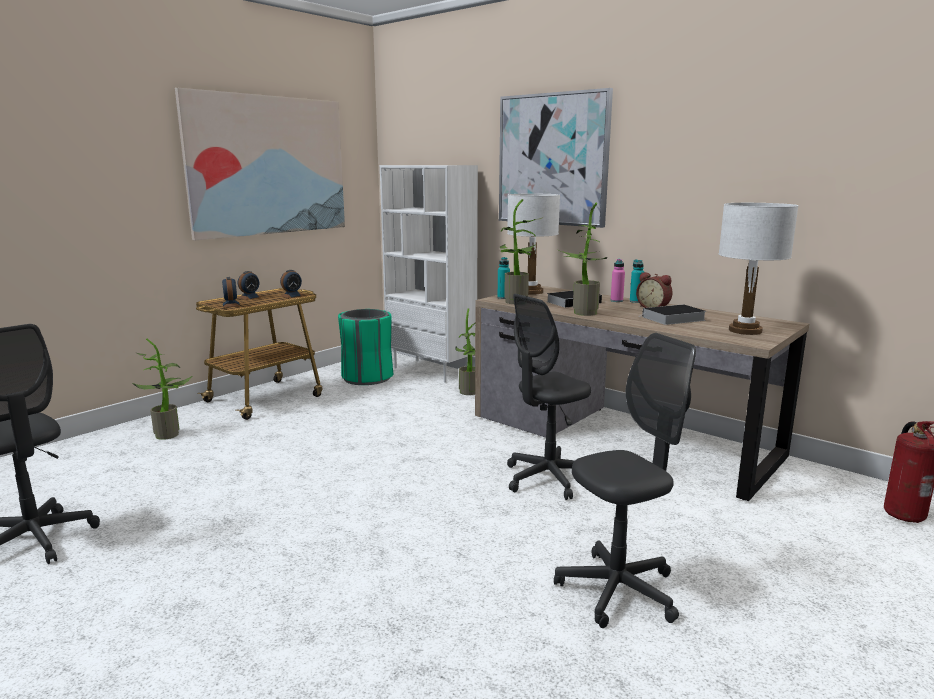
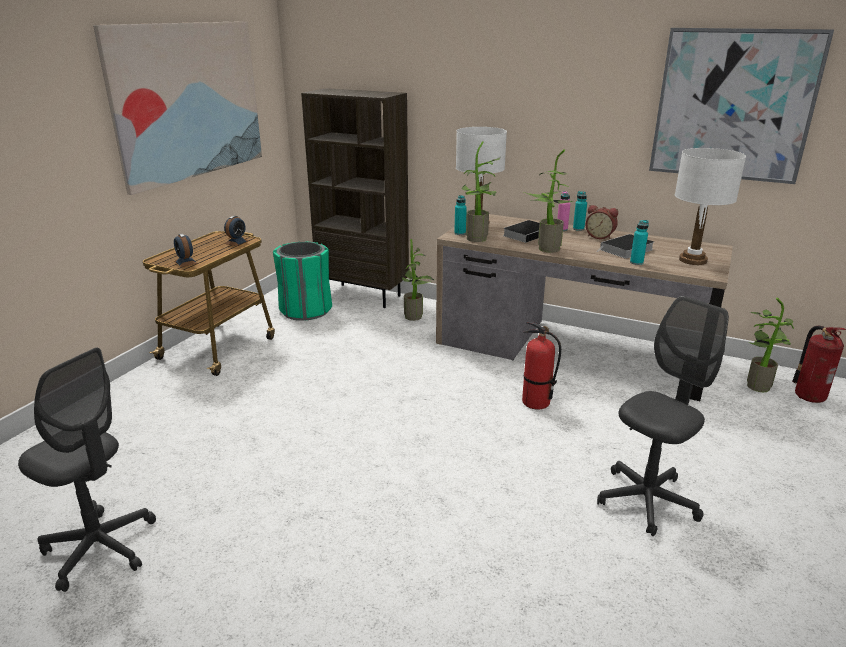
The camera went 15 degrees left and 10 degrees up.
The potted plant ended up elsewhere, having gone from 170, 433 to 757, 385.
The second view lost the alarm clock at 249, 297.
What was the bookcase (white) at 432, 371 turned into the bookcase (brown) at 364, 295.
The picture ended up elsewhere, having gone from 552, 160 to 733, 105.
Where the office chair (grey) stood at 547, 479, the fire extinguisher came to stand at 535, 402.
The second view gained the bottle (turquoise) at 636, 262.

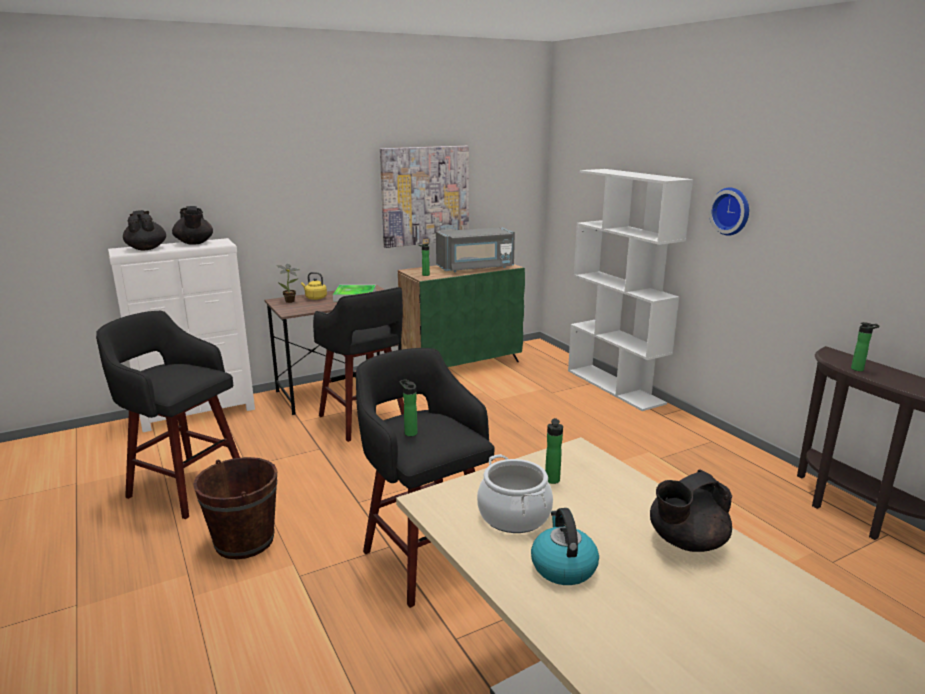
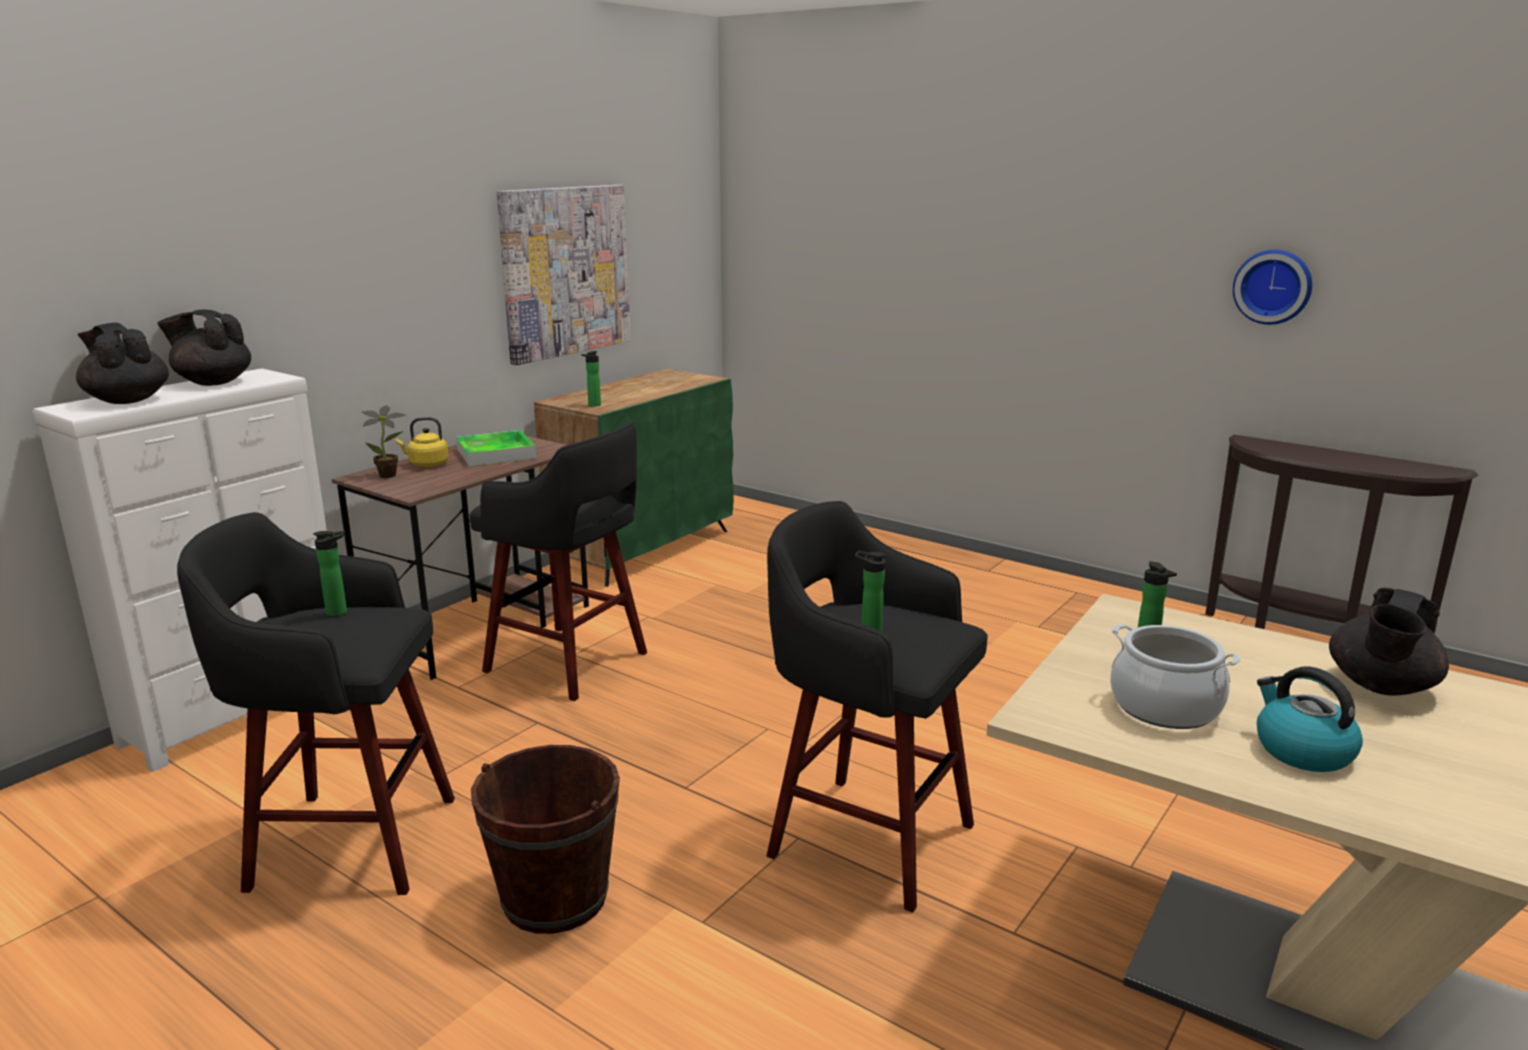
The camera went 25 degrees left and 0 degrees up.
The teapot (black) at 194, 243 ended up facing another way, 150 degrees clockwise from before.
The second view lost the microwave (grey) at 475, 268.
The second view lost the bookcase (white) at 615, 386.
The wall clock ended up elsewhere, having gone from 732, 211 to 1273, 286.
The bottle ended up elsewhere, having gone from 859, 369 to 340, 612.

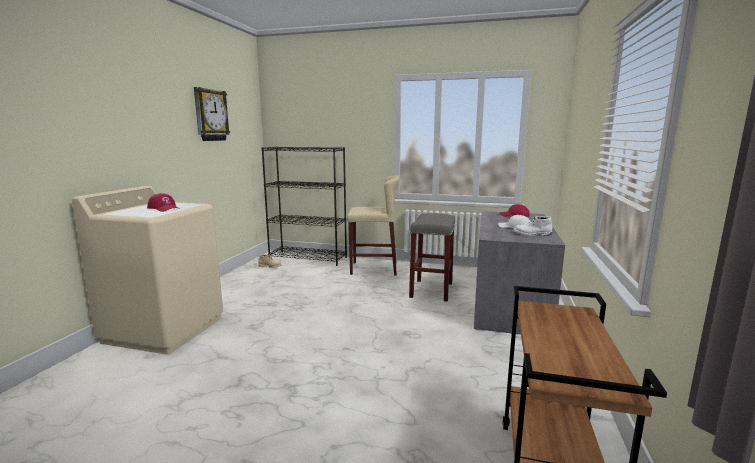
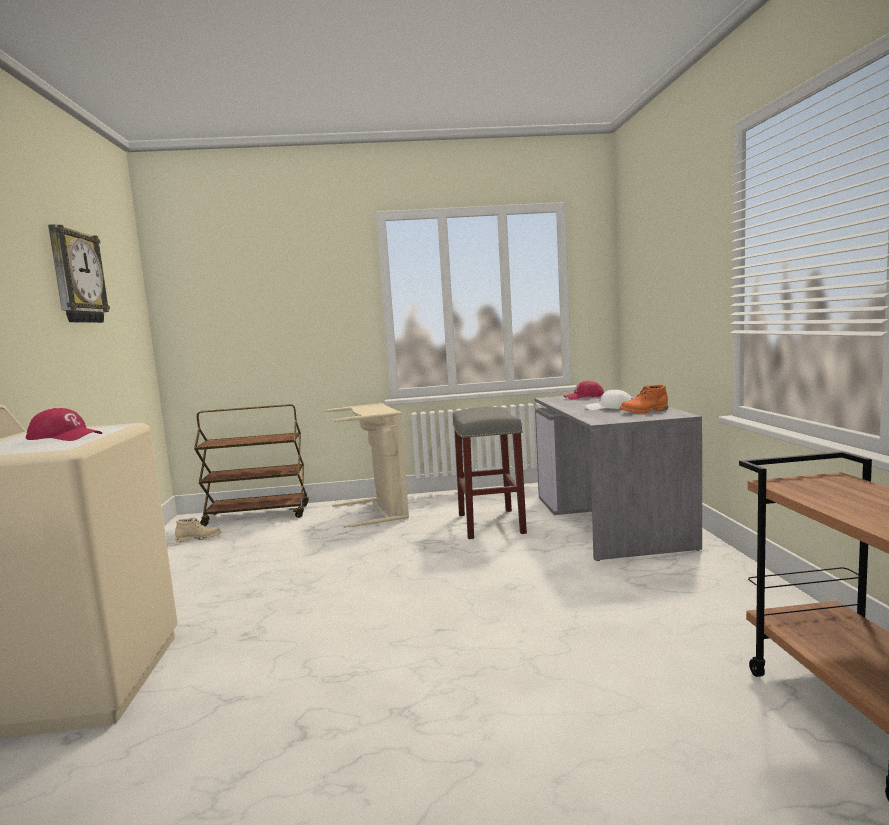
The camera went 20 degrees left and 5 degrees down.
Where the bookcase (black) stood at 308, 258, the cart (brown) came to stand at 258, 515.
Where the stool (beige) stood at 374, 268, the laundry basket (beige) came to stand at 379, 511.
What was the boot (white) at 532, 234 turned into the boot (orange) at 644, 411.

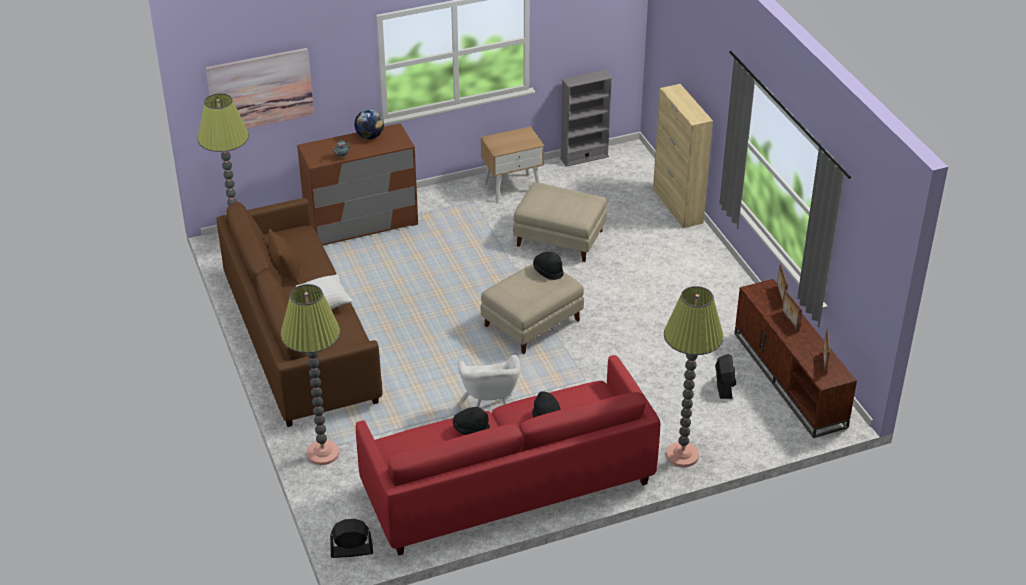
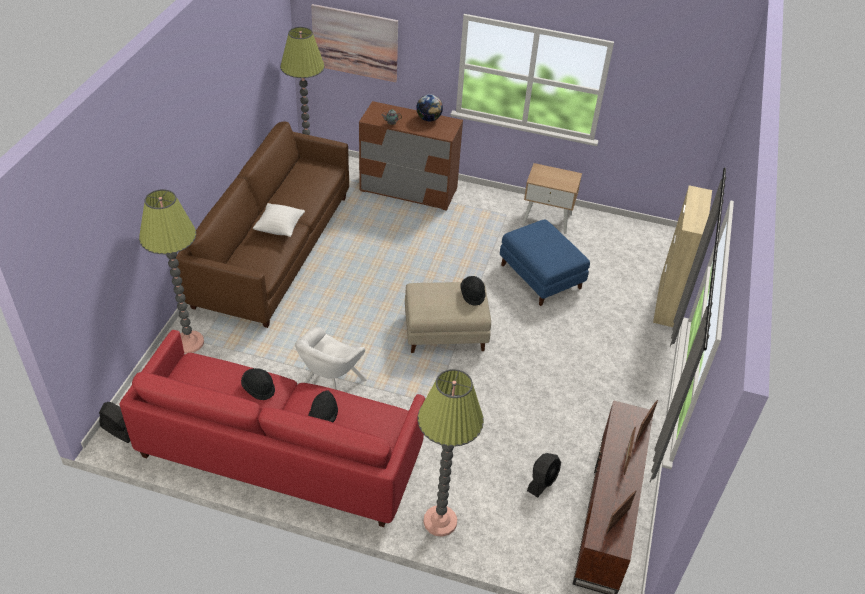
The camera went 35 degrees right and 5 degrees up.
The second view lost the pillow (brown) at 286, 272.
What was the ottoman (beige) at 558, 239 turned into the ottoman (blue) at 540, 276.
The second view lost the bookcase (grey) at 584, 157.

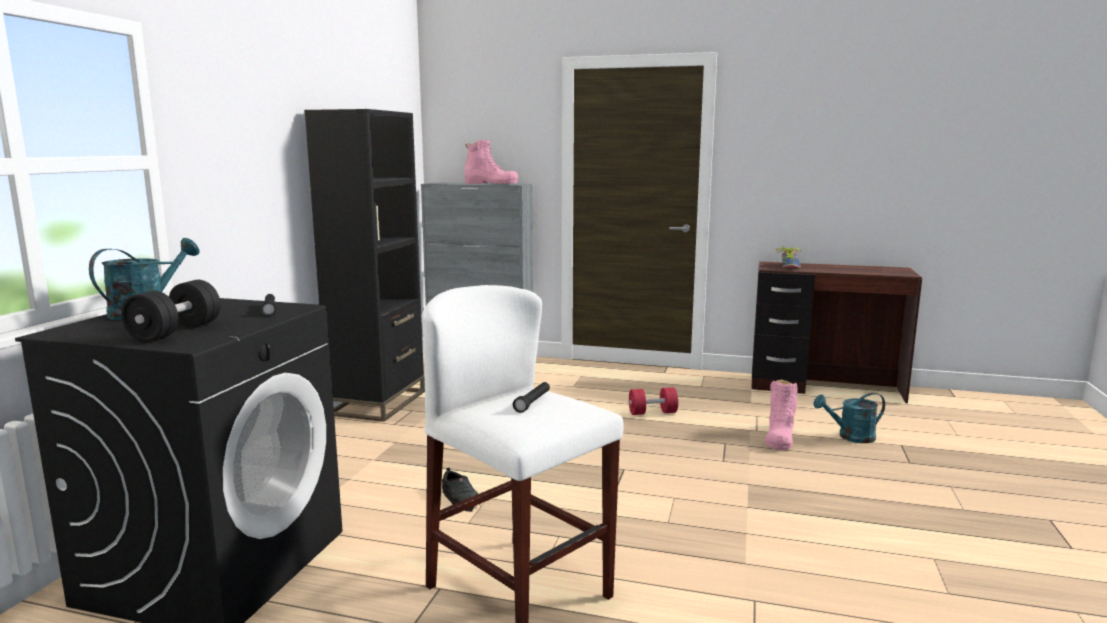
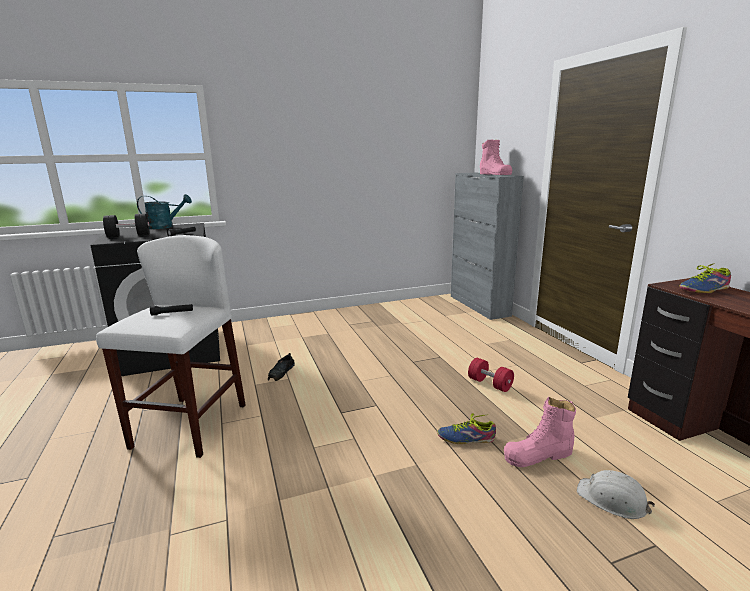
The camera went 55 degrees right and 5 degrees up.
The second view lost the bookcase (black) at 378, 403.
Where the watering can (turquoise) stood at 850, 437, the hard hat (white) came to stand at 612, 499.
The second view gained the shoe at 466, 438.

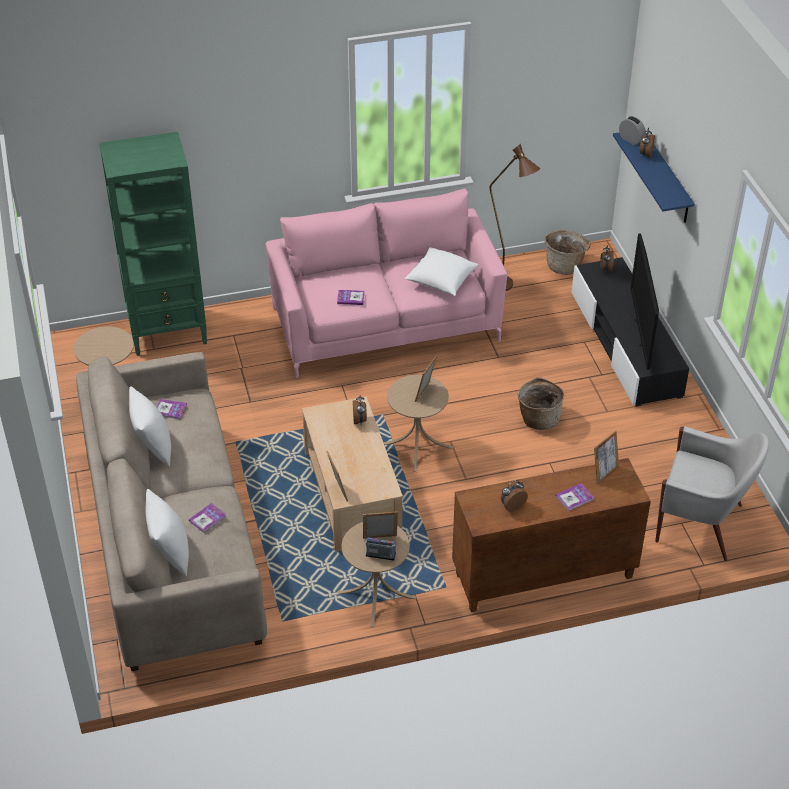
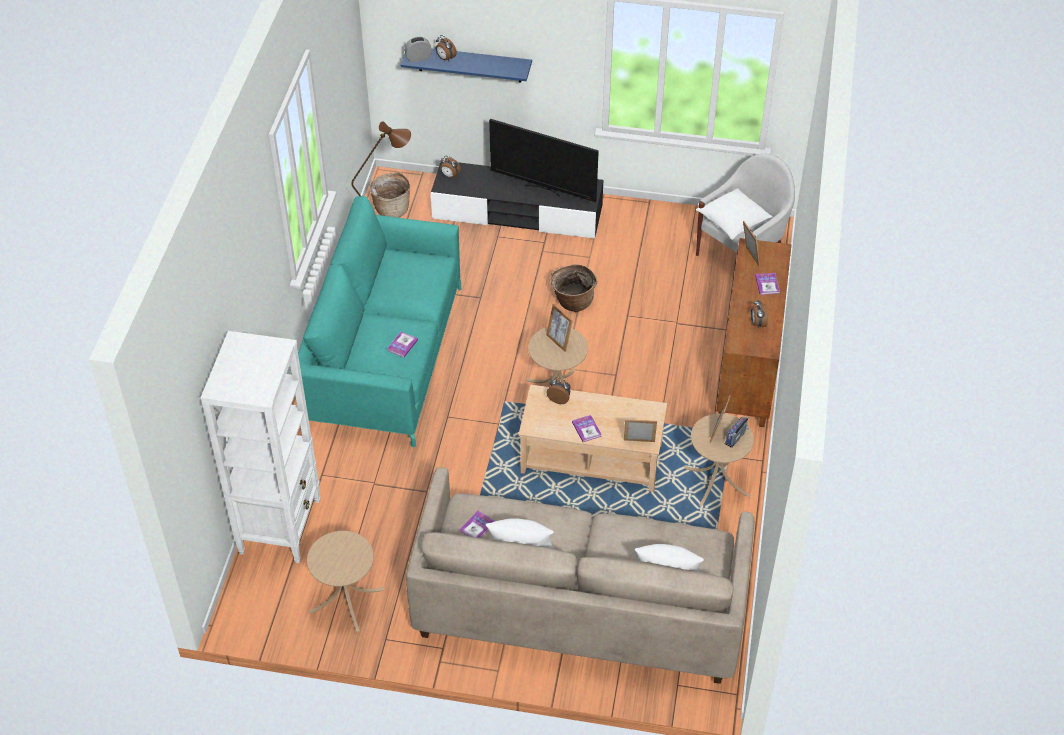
The camera went 65 degrees left and 5 degrees up.
What was the bookcase (green) at 168, 332 turned into the bookcase (white) at 281, 525.
The book ended up elsewhere, having gone from 207, 518 to 586, 429.
What was the sofa (pink) at 385, 324 turned into the sofa (turquoise) at 384, 356.
The pillow (white) ended up elsewhere, having gone from 441, 281 to 733, 222.

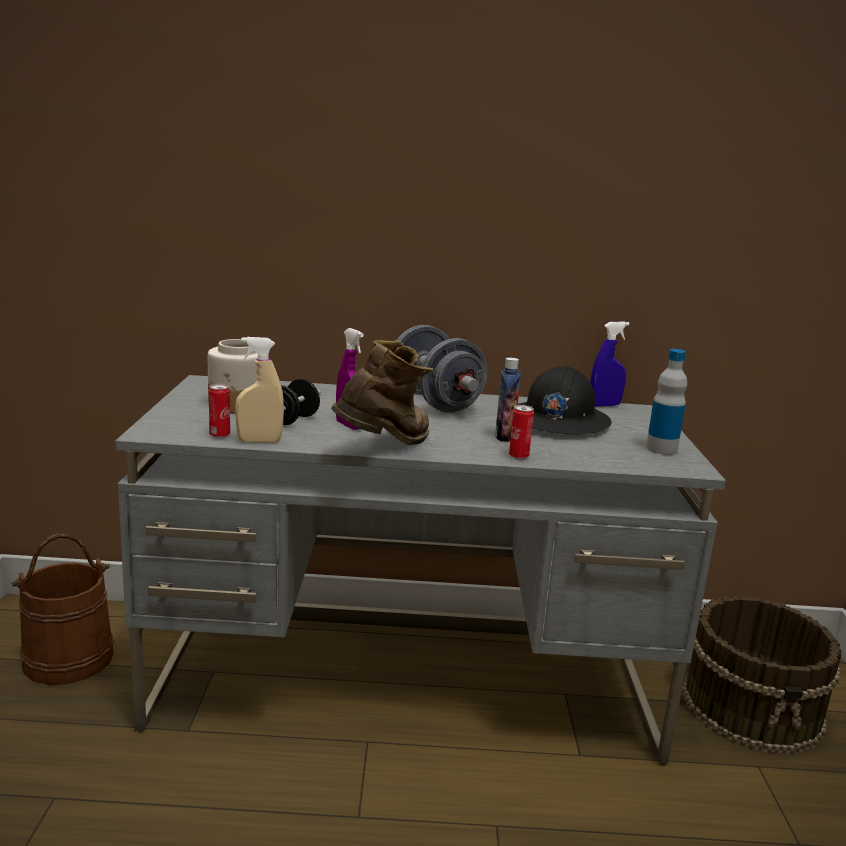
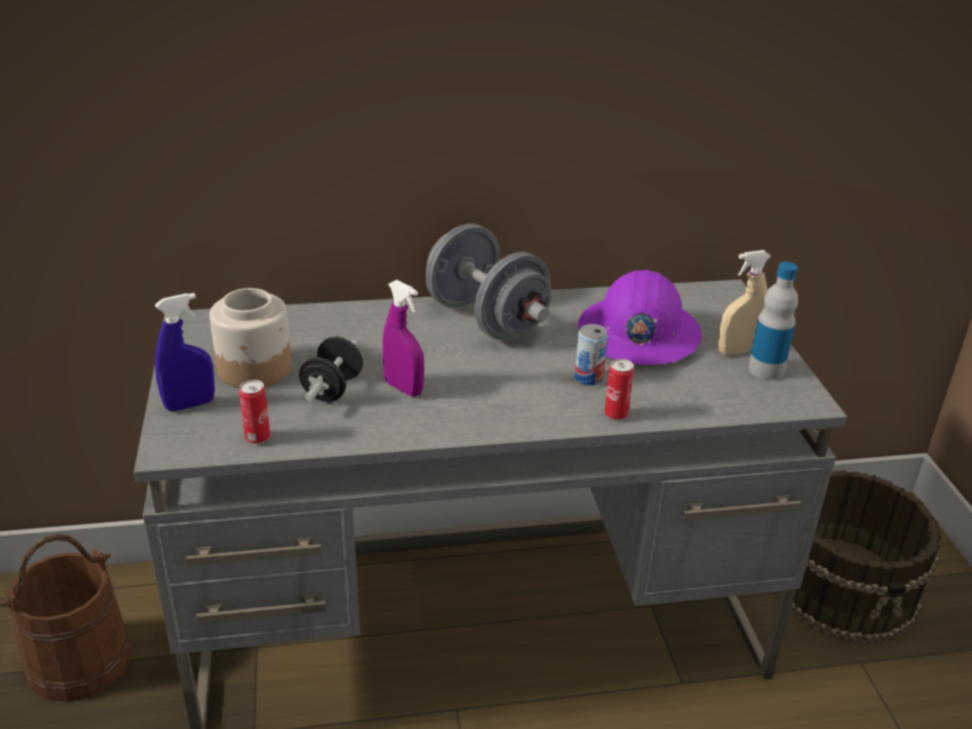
The camera went 10 degrees left and 15 degrees up.
The spray bottle (beige) ended up elsewhere, having gone from 259, 441 to 737, 351.
The second view lost the boot (brown) at 385, 448.
Where the bottle stood at 504, 437, the can came to stand at 588, 378.
What was the hard hat (black) at 557, 421 turned into the hard hat (purple) at 638, 333.
The spray bottle (blue) ended up elsewhere, having gone from 604, 405 to 190, 405.

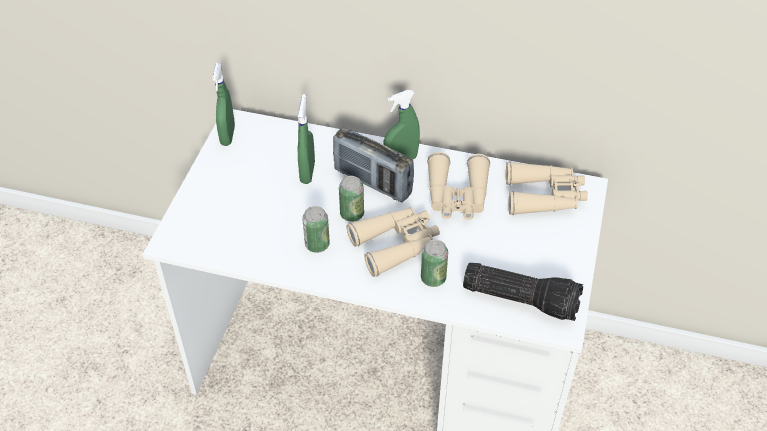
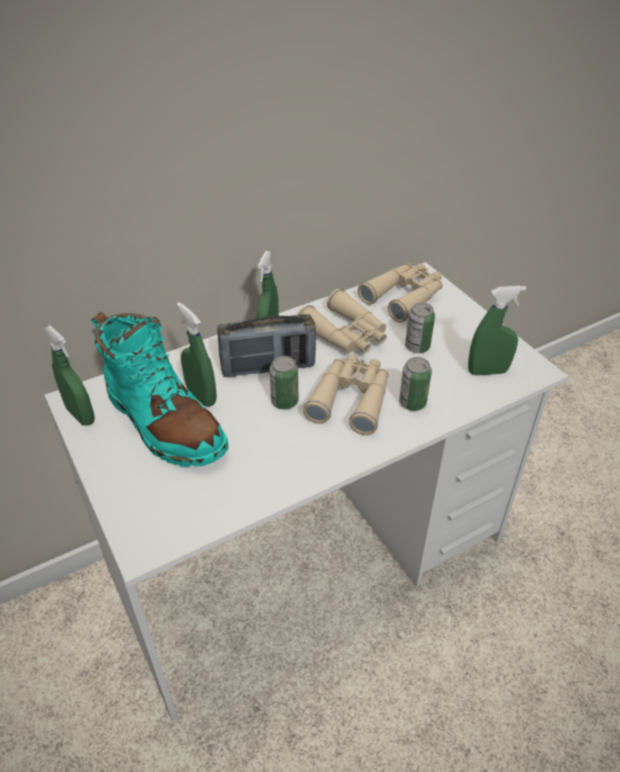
The camera went 45 degrees left and 5 degrees down.
The can ended up elsewhere, having gone from 317, 244 to 417, 347.
Where the flashlight stood at 522, 298, the spray bottle (green) came to stand at 487, 371.
The second view gained the boot (turquoise) at 164, 423.

